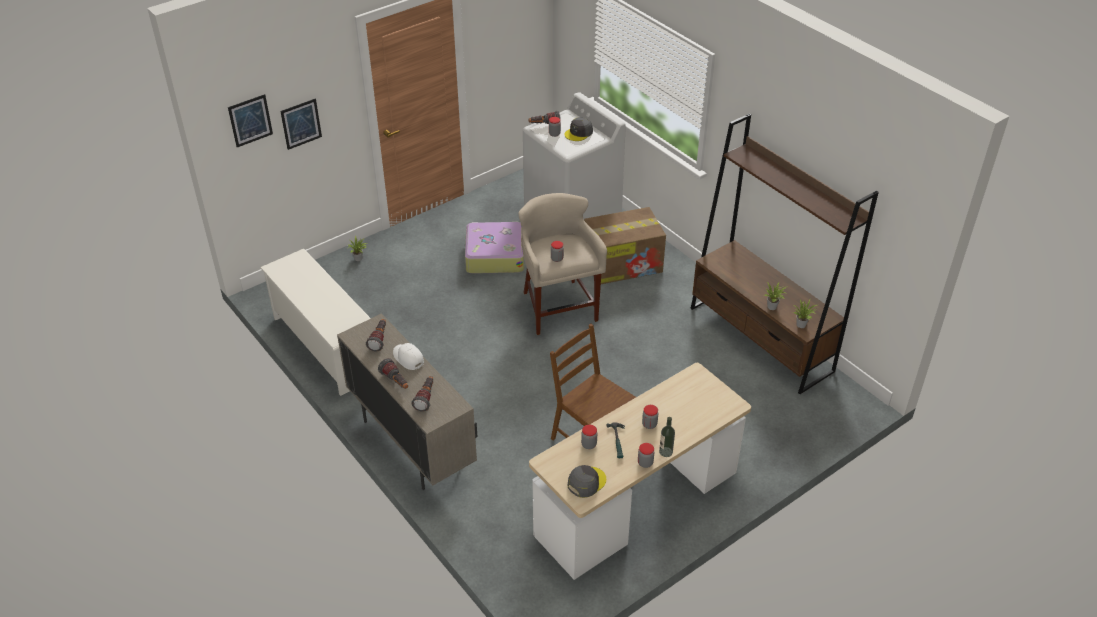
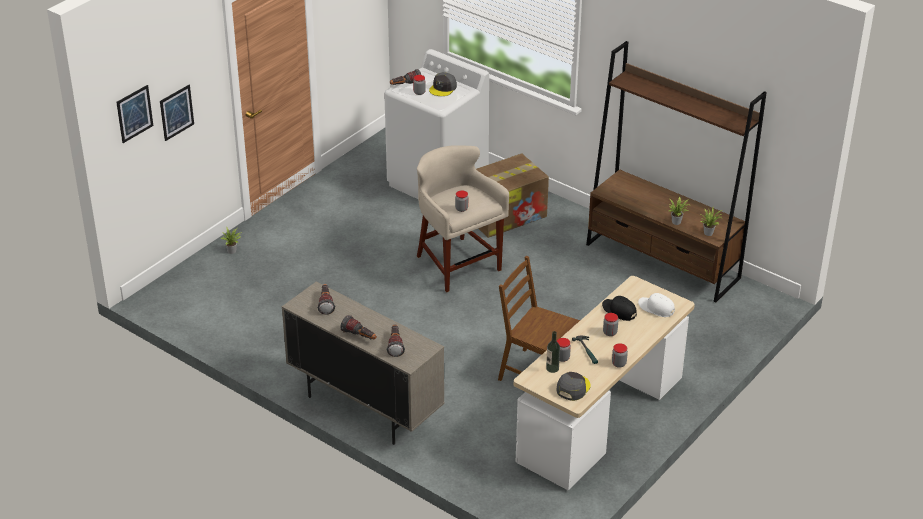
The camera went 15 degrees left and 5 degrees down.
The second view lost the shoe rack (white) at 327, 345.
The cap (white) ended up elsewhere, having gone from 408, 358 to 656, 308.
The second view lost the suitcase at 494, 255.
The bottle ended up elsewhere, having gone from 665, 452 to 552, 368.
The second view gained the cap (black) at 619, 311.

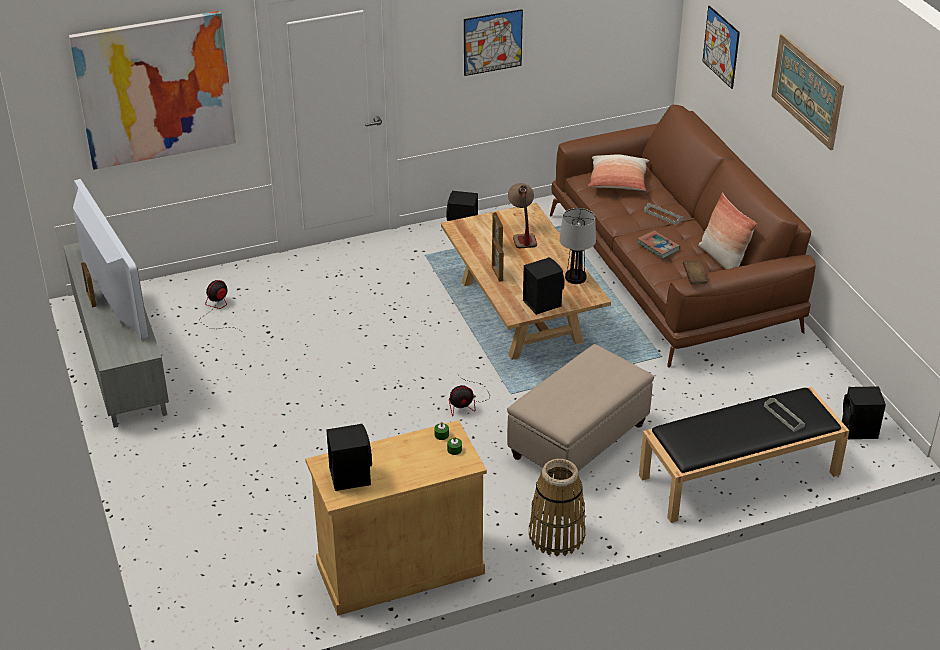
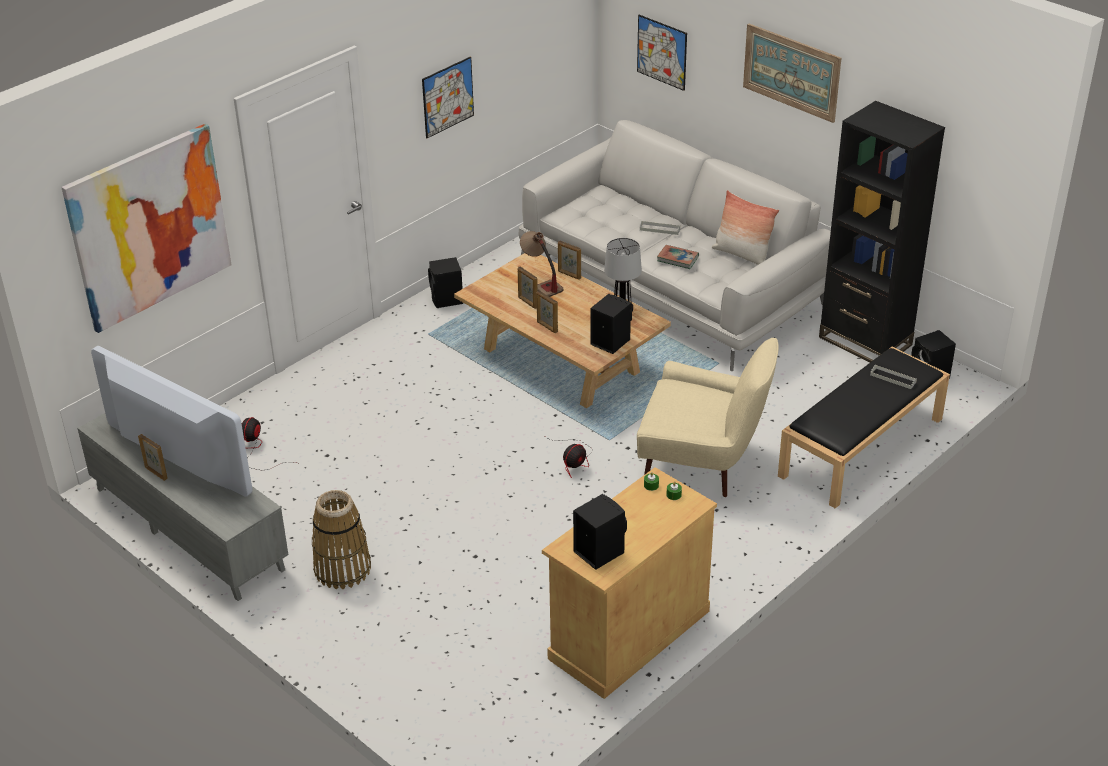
The camera went 25 degrees left and 0 degrees up.
Where the ottoman (beige) stood at 578, 441, the armchair (beige) came to stand at 702, 463.
The basket ended up elsewhere, having gone from 556, 535 to 342, 569.
What was the sofa (brown) at 672, 272 turned into the sofa (white) at 671, 284.
The second view lost the pillow at 618, 183.
The second view lost the book (brown) at 695, 278.
The second view gained the picture frame at 569, 275.
The second view gained the bookcase (black) at 865, 341.

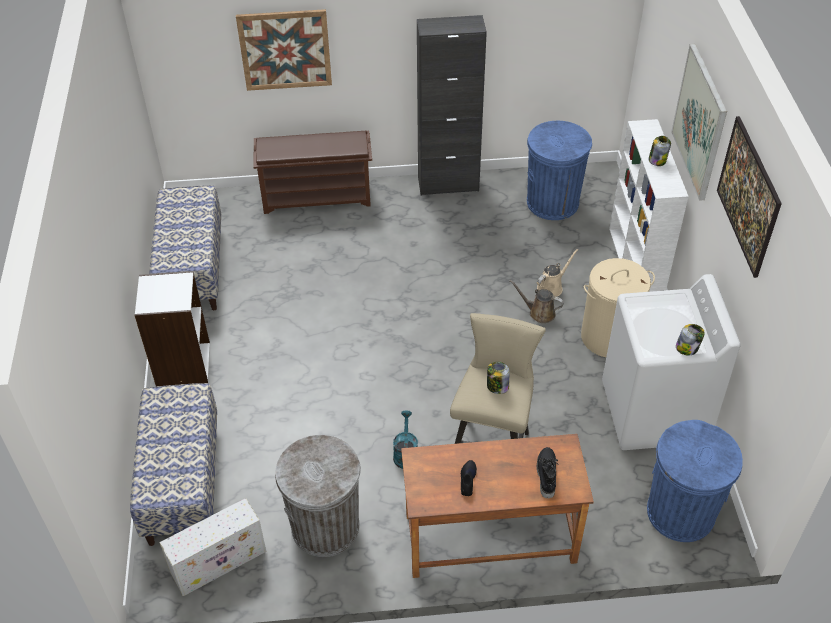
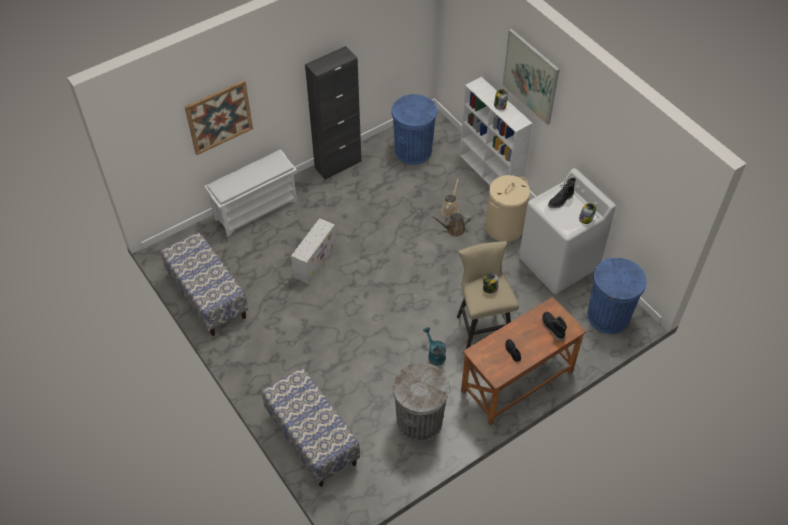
The camera went 30 degrees left and 5 degrees up.
The second view lost the bookcase (white) at 182, 364.
The storage box (white) ended up elsewhere, having gone from 220, 561 to 315, 261.
What was the shoe rack (brown) at 318, 197 turned into the shoe rack (white) at 256, 209.
The second view lost the picture at 743, 214.
The second view gained the boot (black) at 561, 201.

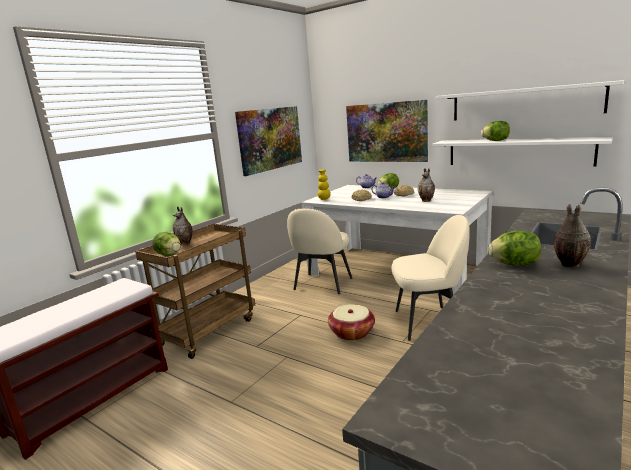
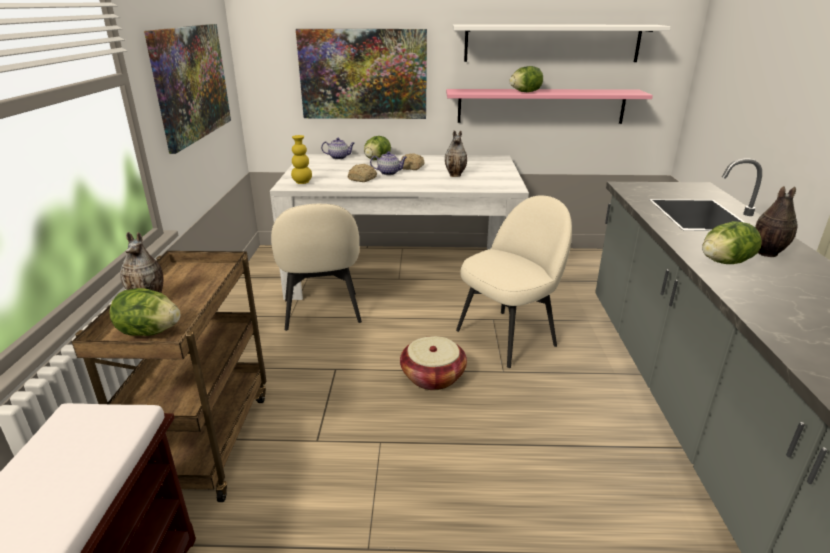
The camera went 35 degrees left and 10 degrees up.
What was the shelf (white) at 517, 152 turned into the shelf (pink) at 541, 106.

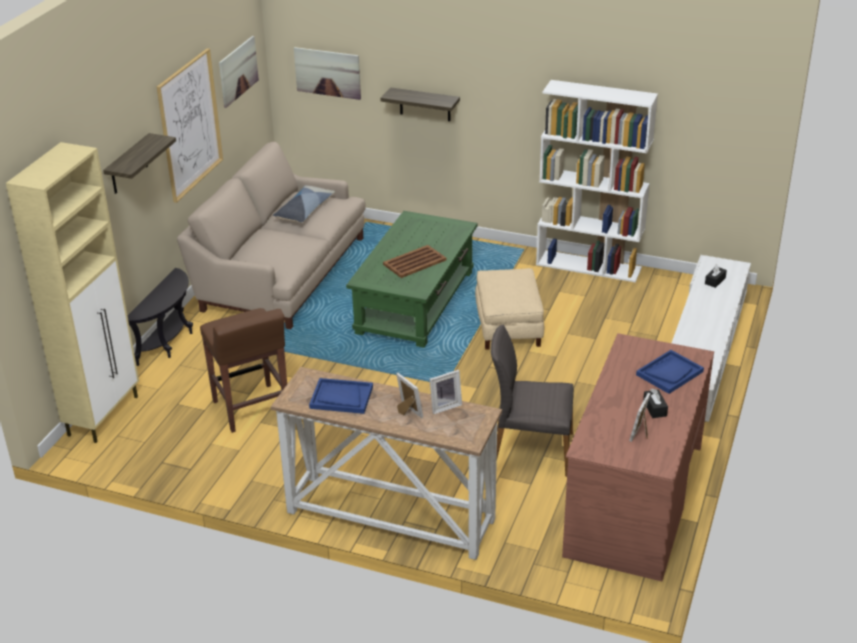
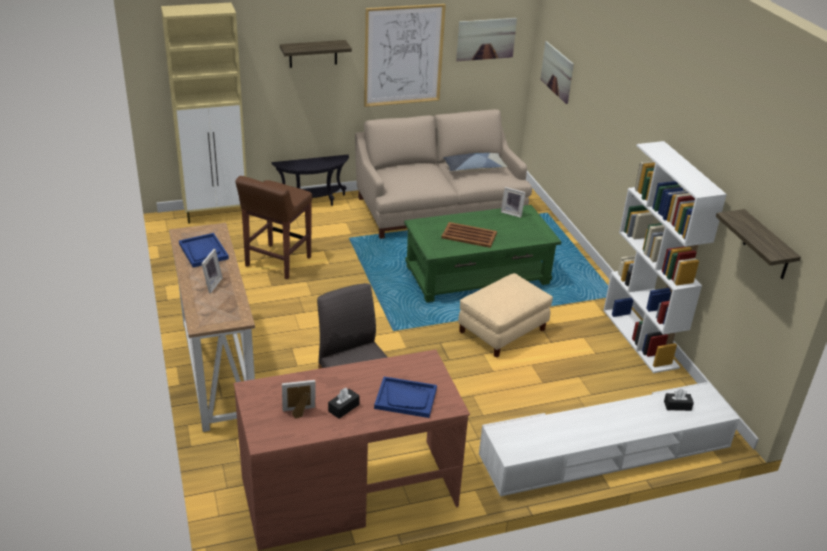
The camera went 50 degrees right and 0 degrees up.
The shelf ended up elsewhere, having gone from 425, 104 to 767, 246.
The picture frame ended up elsewhere, having gone from 444, 406 to 512, 213.

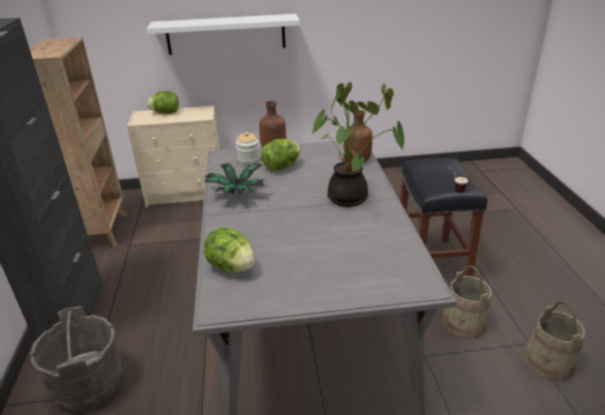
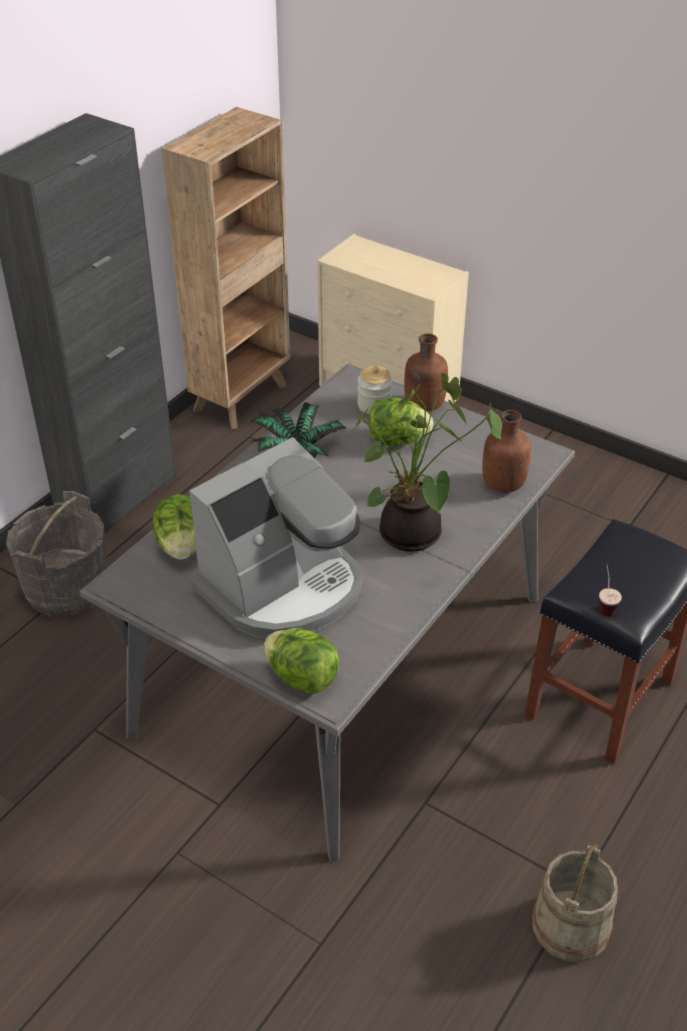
The camera went 40 degrees right and 10 degrees up.
The second view lost the shelf (white) at 226, 34.
The lettuce ended up elsewhere, having gone from 166, 113 to 302, 678.
The second view lost the bucket (beige) at 464, 323.
The second view gained the coffee machine at 283, 587.

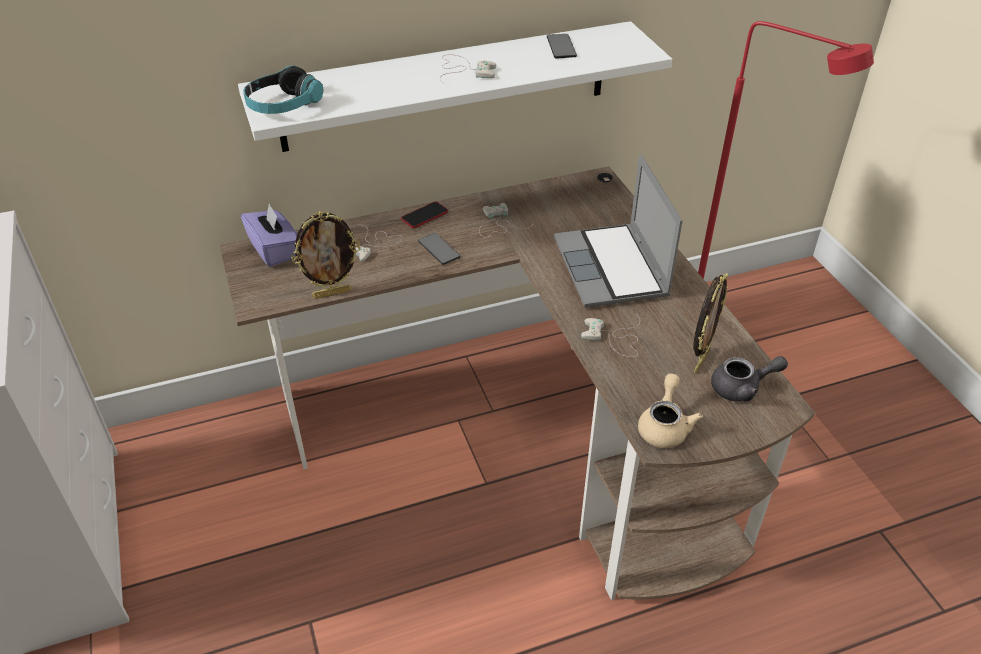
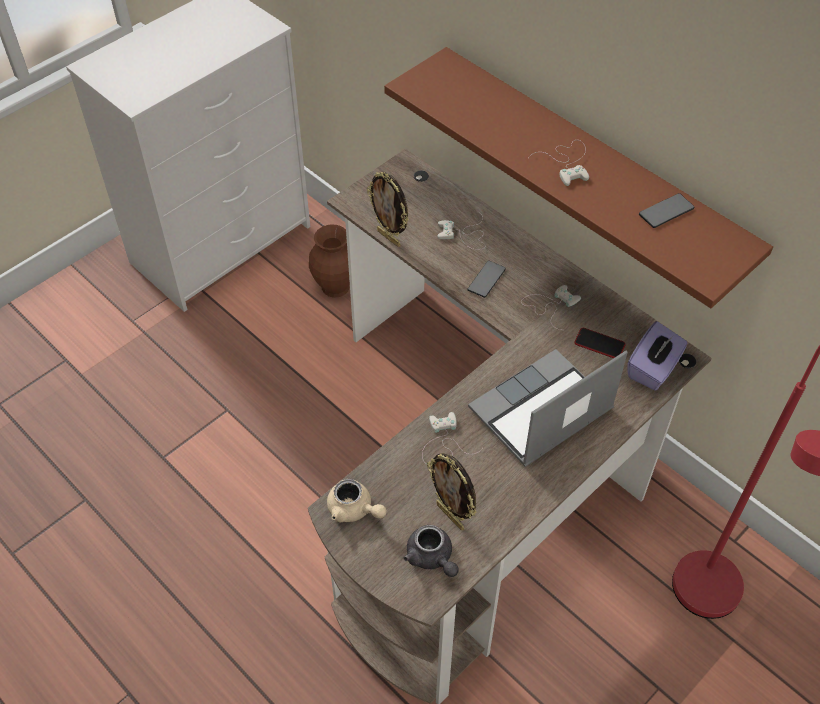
The camera went 65 degrees right and 10 degrees up.
What was the shelf (white) at 446, 86 turned into the shelf (brown) at 590, 167.
The tissue box (purple) ended up elsewhere, having gone from 274, 250 to 653, 369.
The second view lost the headphones at 283, 105.
The phone ended up elsewhere, having gone from 424, 216 to 599, 344.
The teapot (beige) at 664, 426 ended up facing another way, 45 degrees clockwise from before.
The picture frame at 700, 360 ended up facing another way, 45 degrees clockwise from before.
The second view gained the vase (brown) at 336, 286.

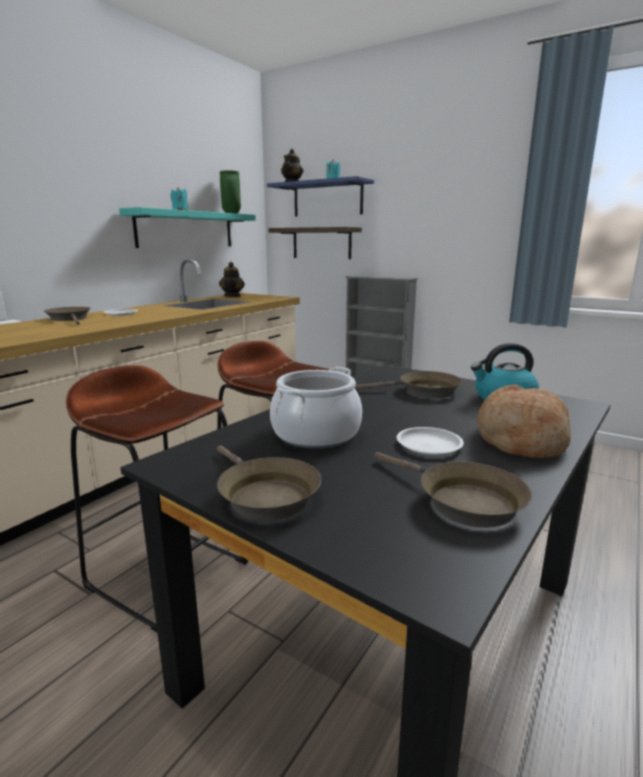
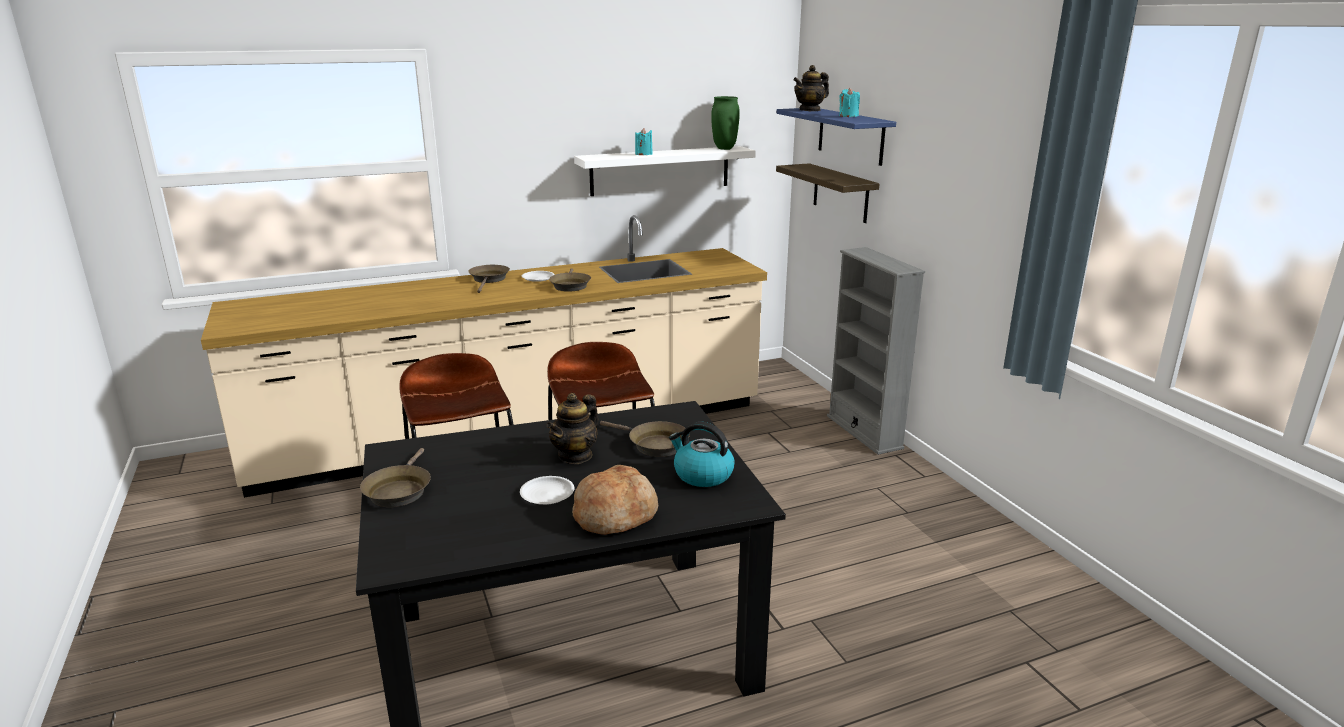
The camera went 35 degrees right and 5 degrees up.
What was the shelf (turquoise) at 186, 229 turned into the shelf (white) at 660, 170.
The teapot ended up elsewhere, having gone from 232, 296 to 575, 455.
The second view lost the cooking pot at 315, 434.
The frying pan (brown) ended up elsewhere, having gone from 462, 501 to 570, 285.

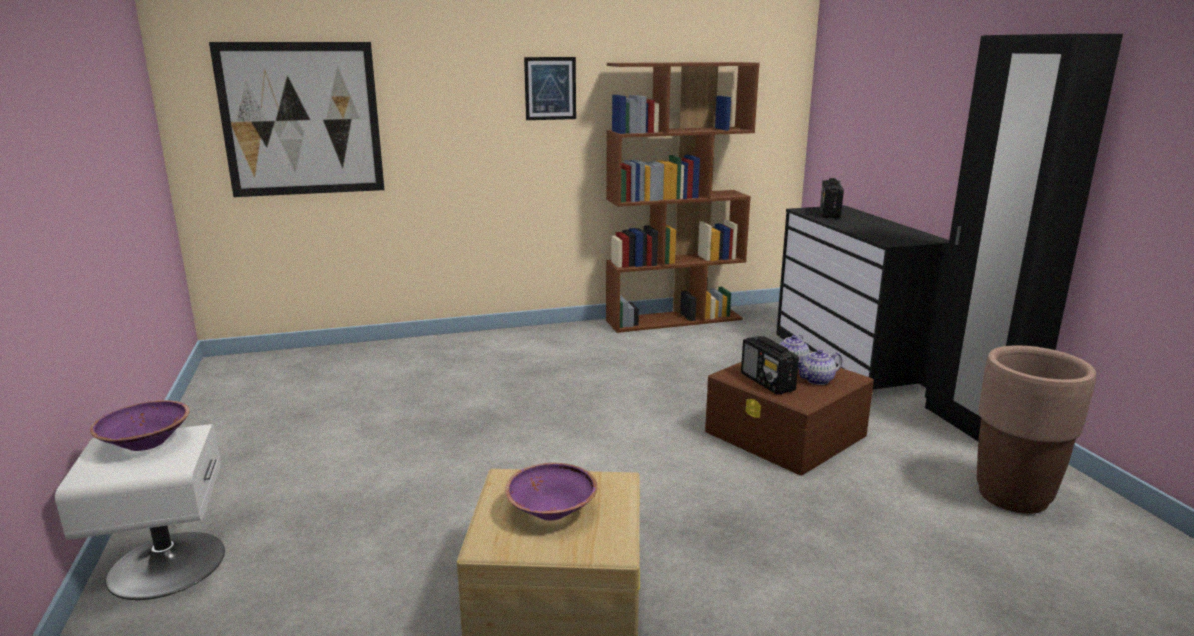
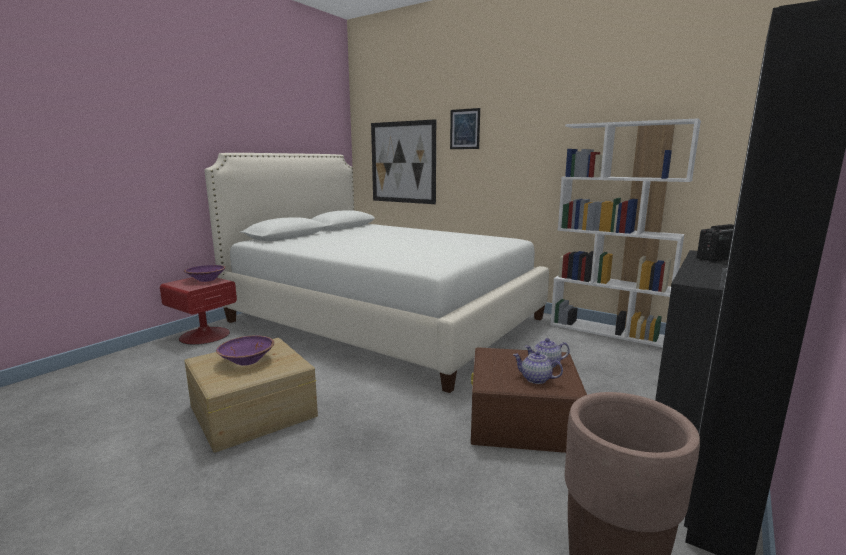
The camera went 50 degrees right and 5 degrees down.
What was the nightstand (white) at 165, 564 turned into the nightstand (red) at 204, 335.
The picture ended up elsewhere, having gone from 550, 88 to 465, 129.
What was the bookcase (brown) at 674, 319 turned into the bookcase (white) at 608, 331.
The second view lost the radio at 767, 382.
The second view gained the bed (white) at 384, 319.

